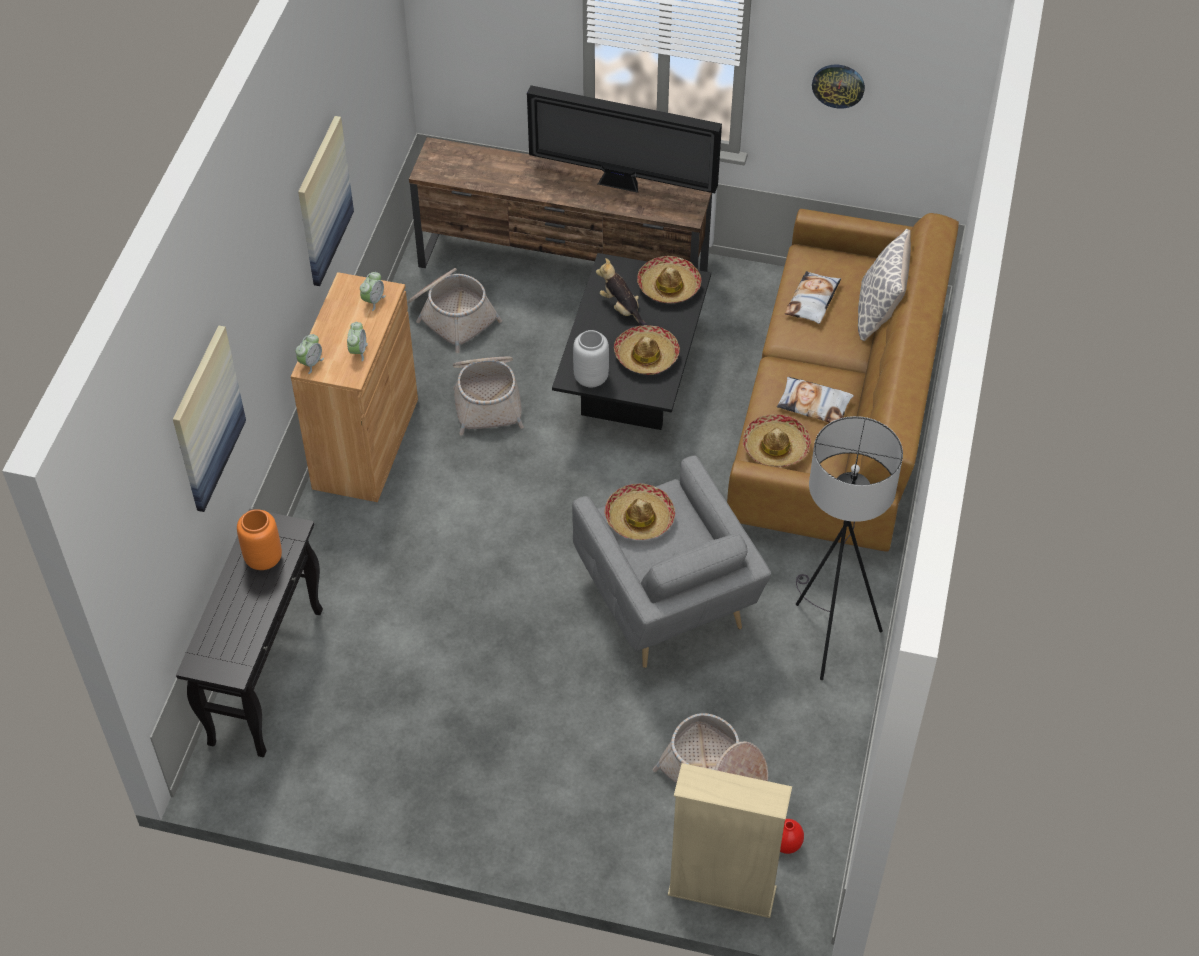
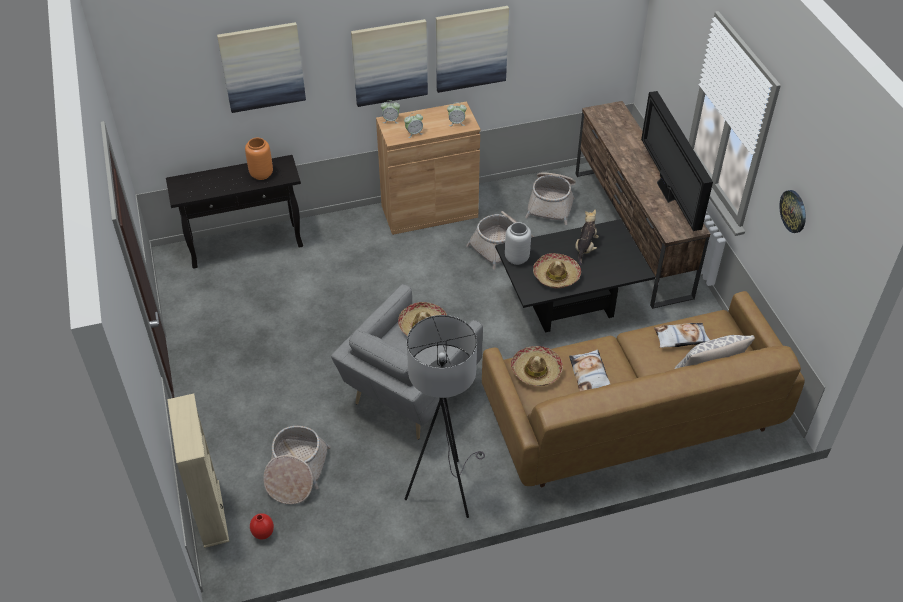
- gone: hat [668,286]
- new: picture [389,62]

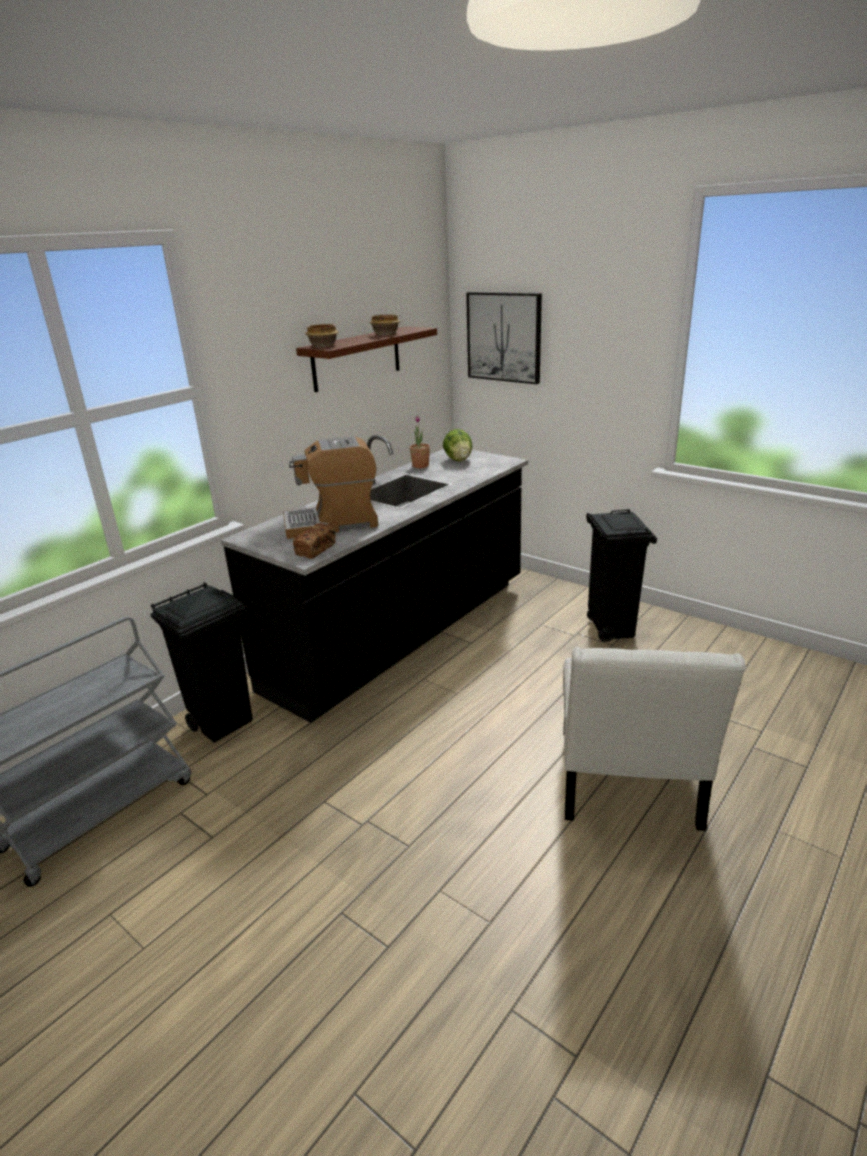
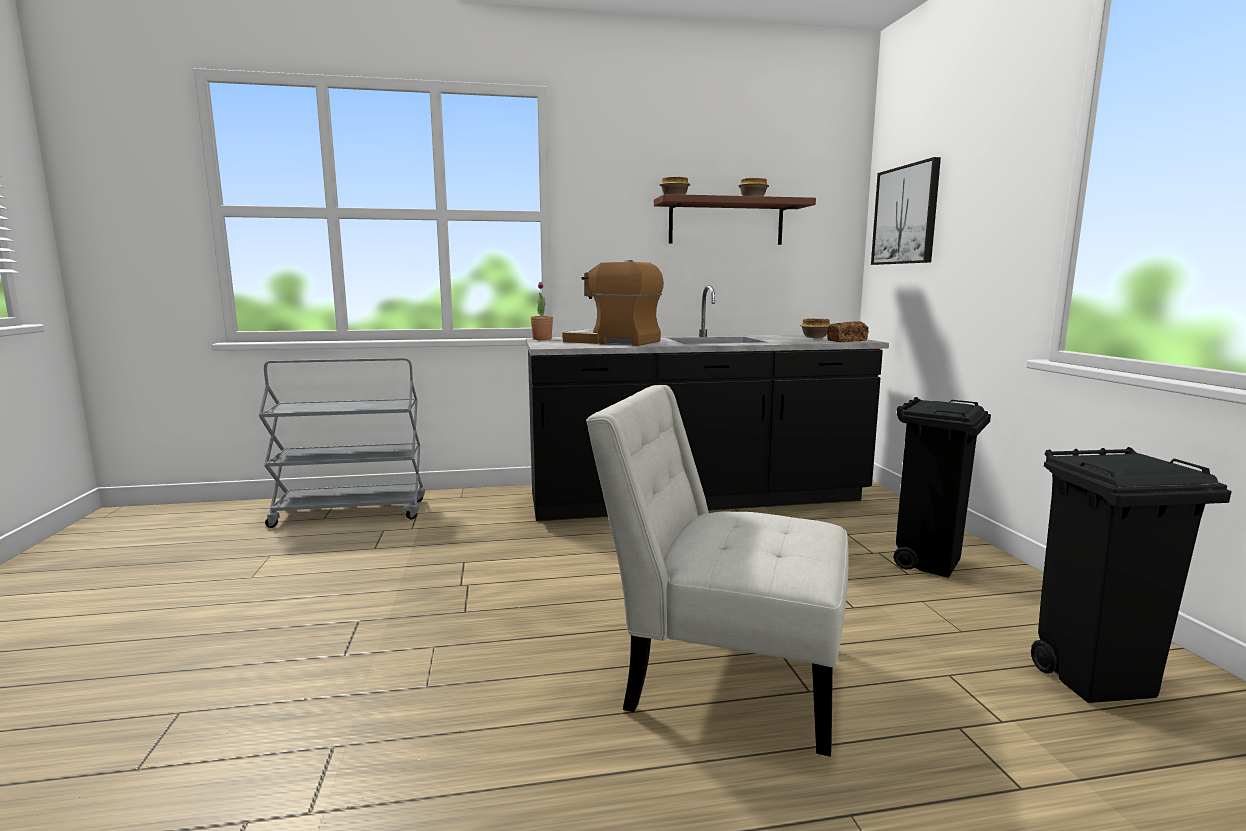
- shifted: trash can/black [223,723] to [1096,681]
- shifted: bread [316,550] to [847,341]
- shifted: potted plant [420,465] to [542,339]
- swapped: lettuce [458,460] to bowl [815,337]
- rotated: chair/white [627,785] = [723,674] 60 degrees clockwise

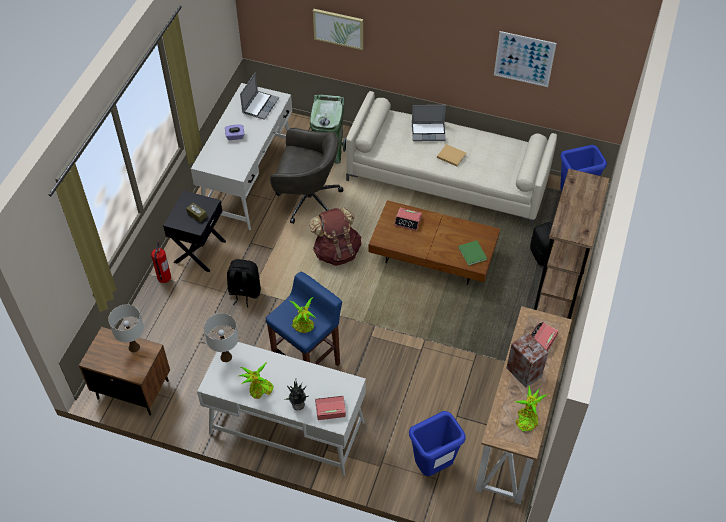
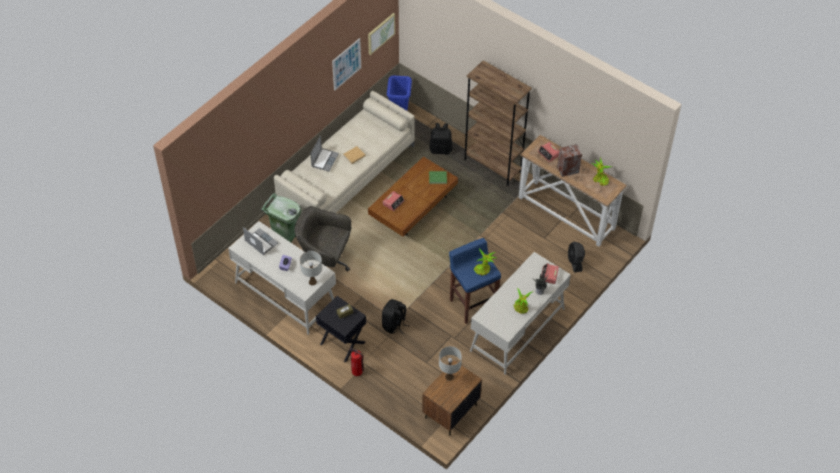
- shifted: table lamp/white [226,357] to [312,282]
- rotated: office chair/grey [307,200] = [324,263] 105 degrees counterclockwise
- gone: backpack/brown [336,252]
- shifted: picture [338,28] to [381,33]
- swapped: trash can/blue [432,466] to fan/black [575,262]

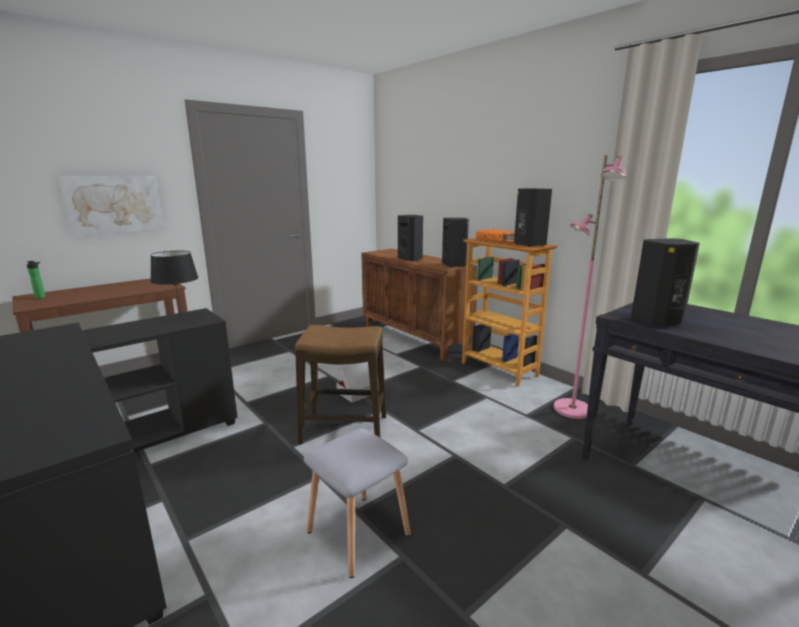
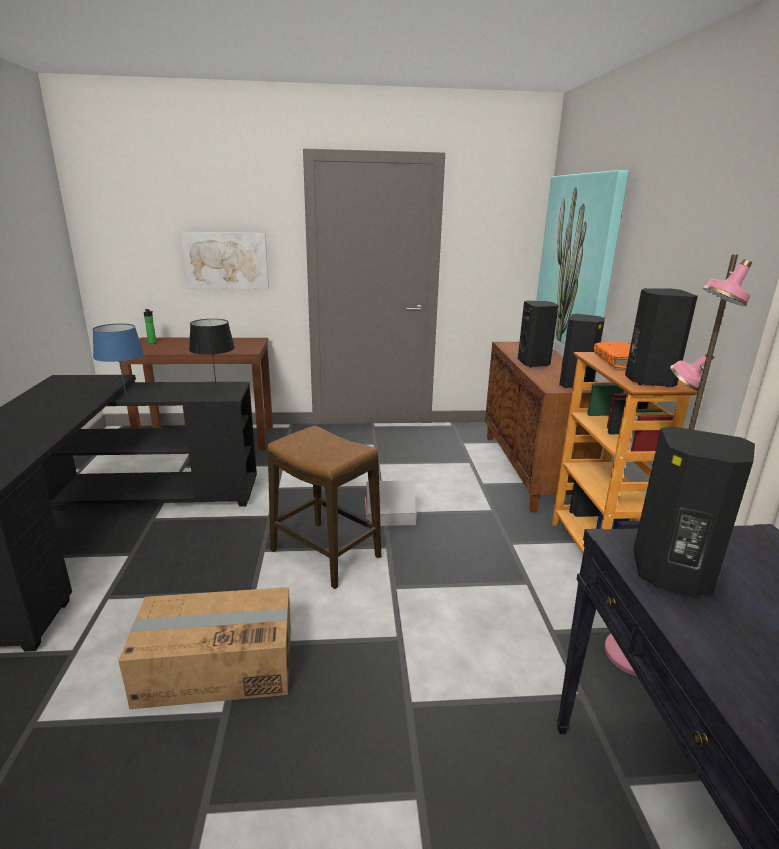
- swapped: stool/grey [356,532] to cardboard box [217,665]
- new: table lamp/blue [125,394]
- new: picture [577,261]

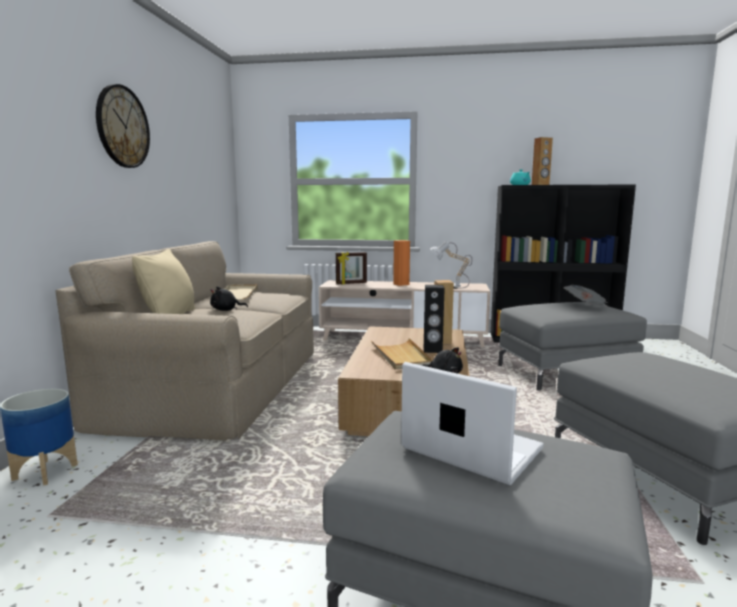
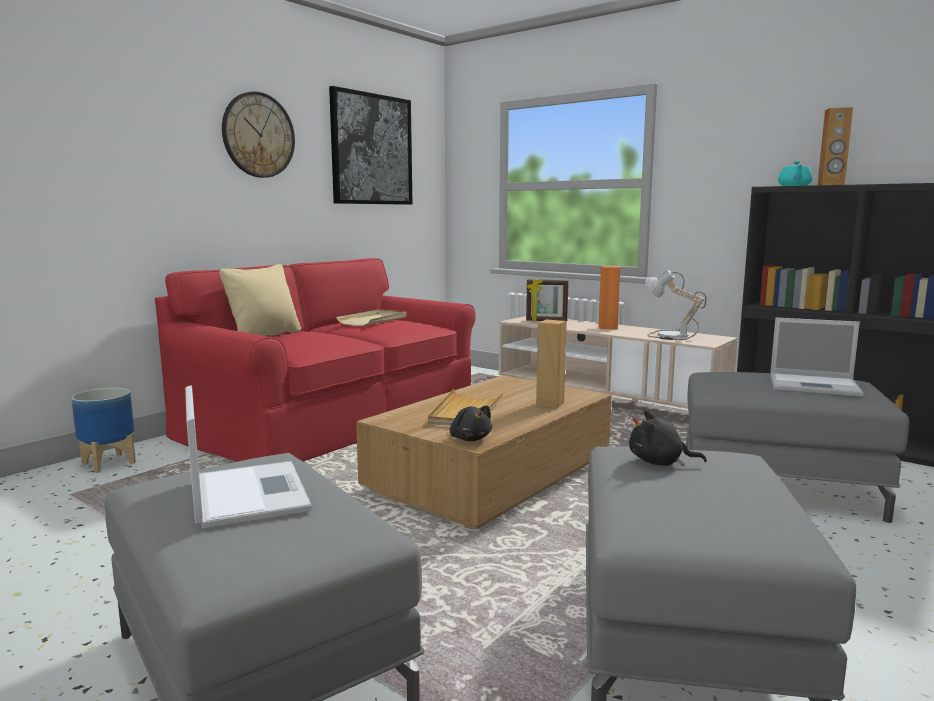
- repainted: sofa/beige [219,383] to sofa/red [333,418]
- shifted: plush toy/black [226,310] to [659,462]
- gone: speaker/black [432,350]
- swapped: newspaper [586,307] to laptop [816,385]
- new: picture [372,149]

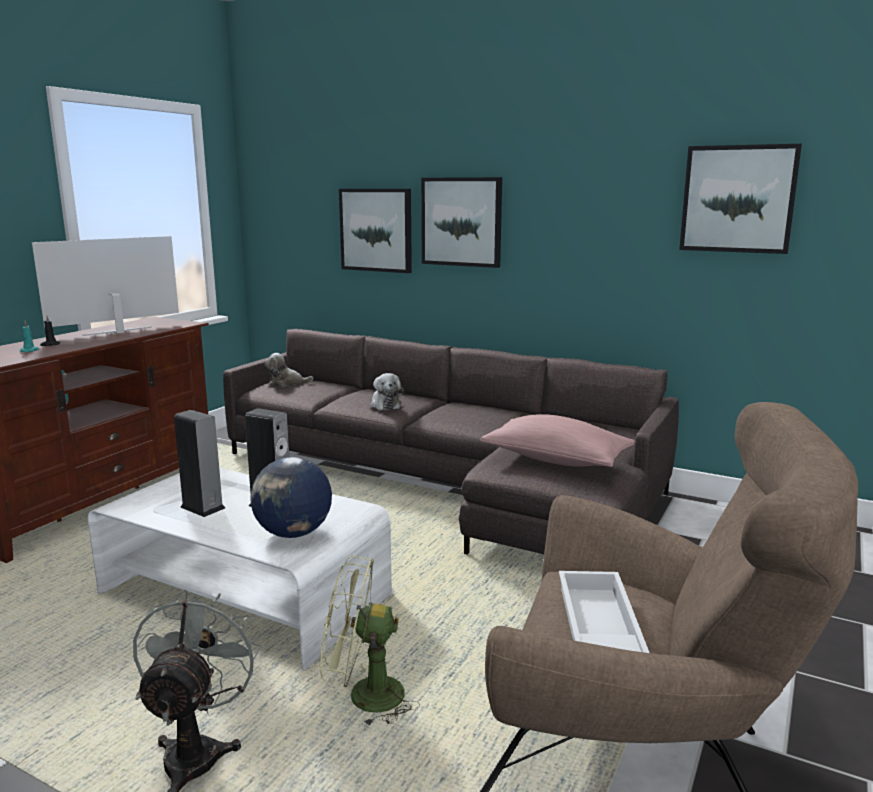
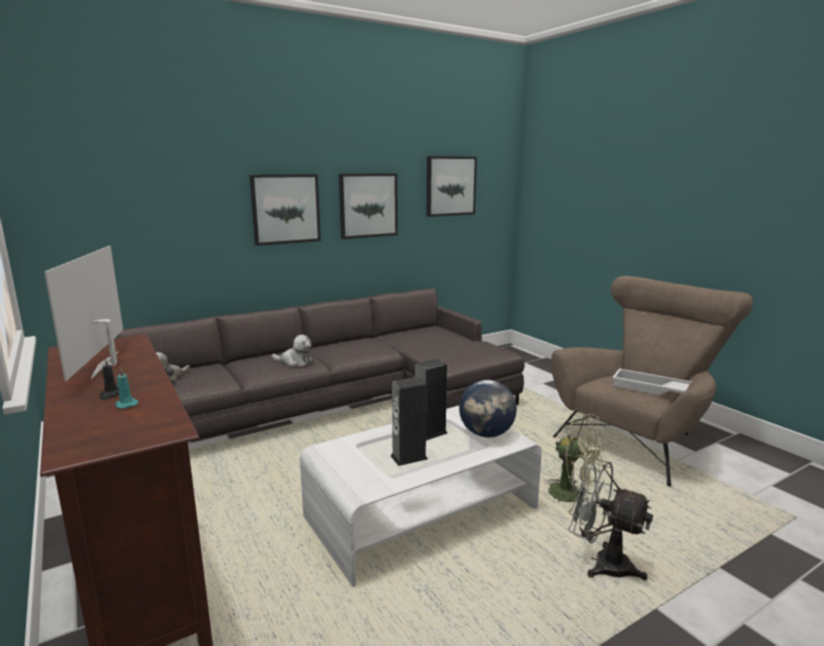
- rotated: fan/green [364,697] = [573,495] 90 degrees counterclockwise
- shifted: picture [376,230] to [368,205]
- gone: pillow/pink [556,460]

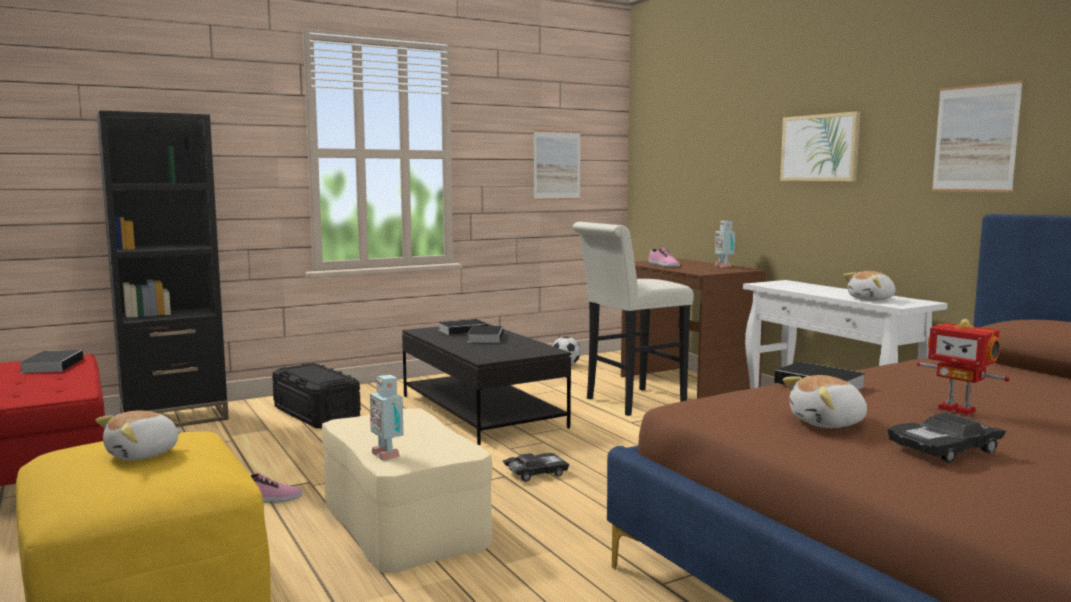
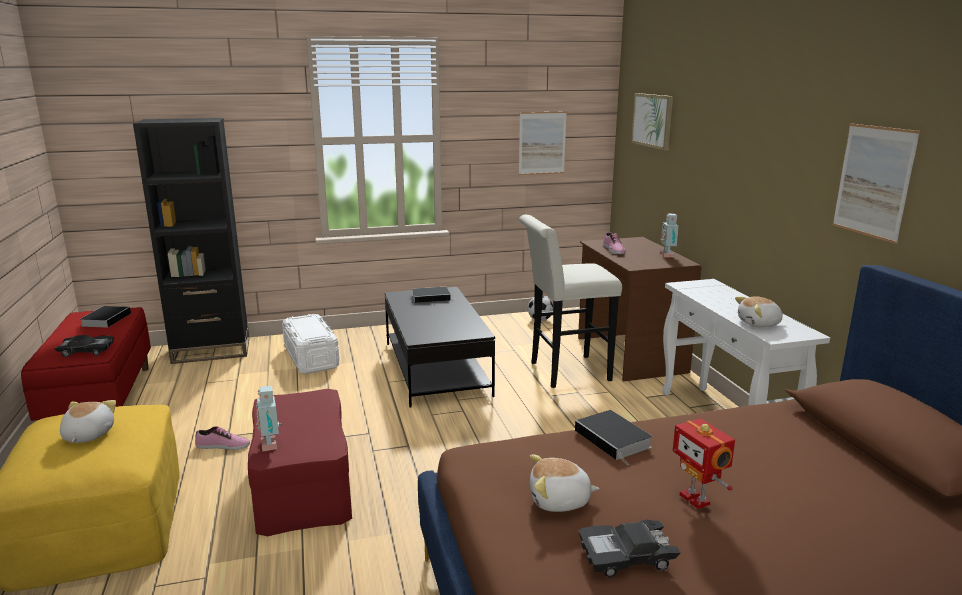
- rotated: plush toy [143,454] = [87,435] 120 degrees clockwise
- repainted: storage box/black [316,414] to storage box/white [311,357]
- repainted: ottoman/beige [404,523] to ottoman/red [303,485]
- gone: book [485,337]
- shifted: toy car/black [535,473] to [86,351]
- shifted: picture [819,148] to [652,120]

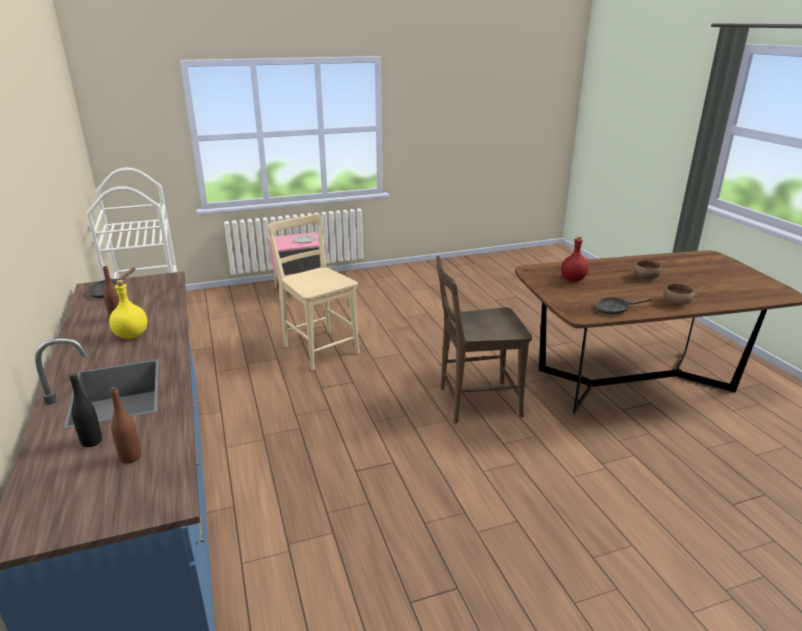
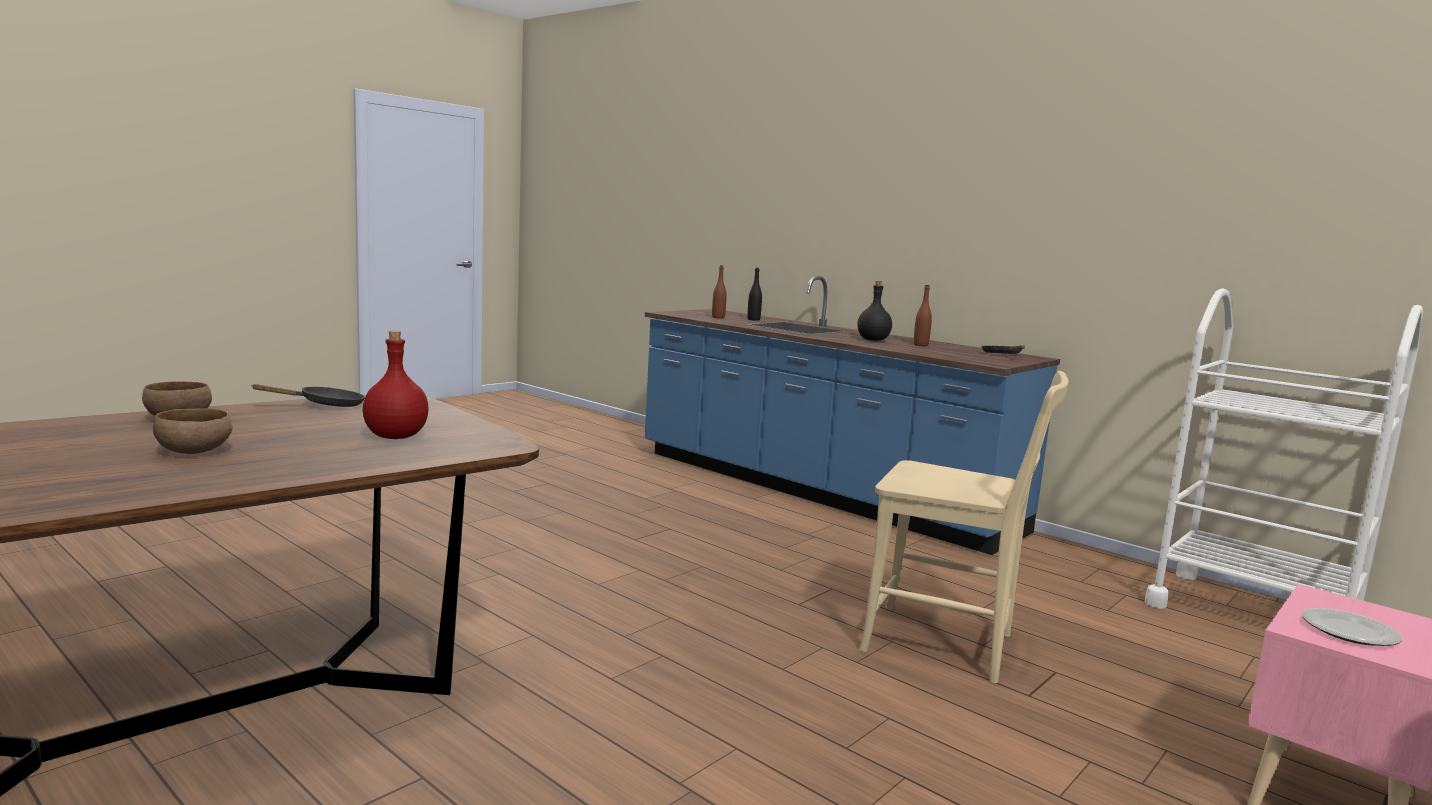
- repainted: bottle/yellow [132,335] to bottle/black [872,340]
- gone: chair/brown [475,402]

